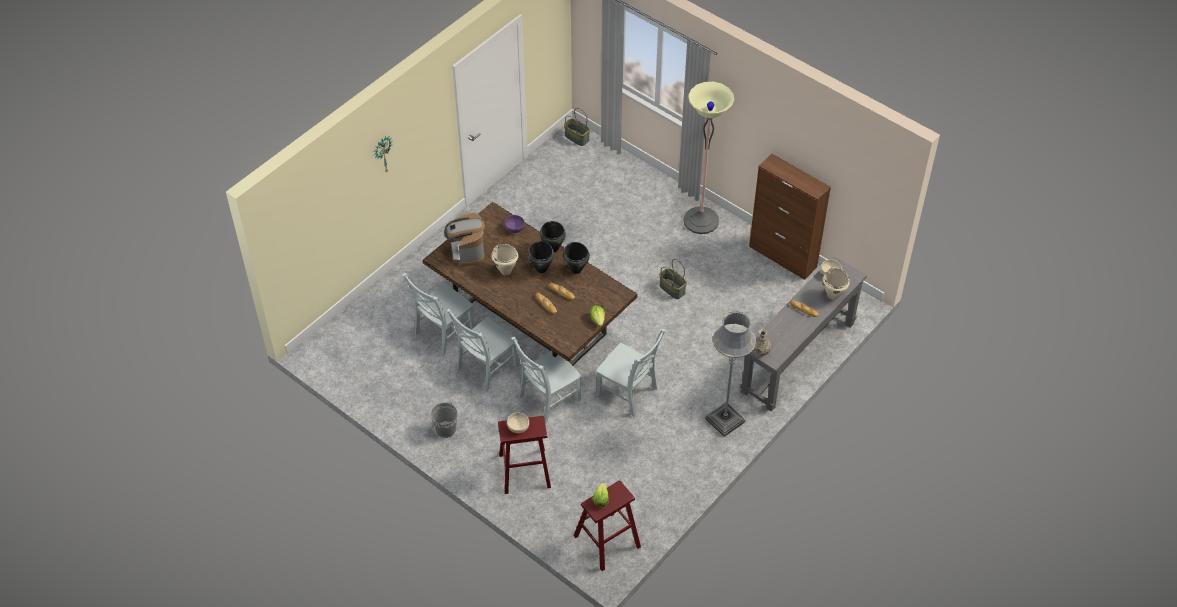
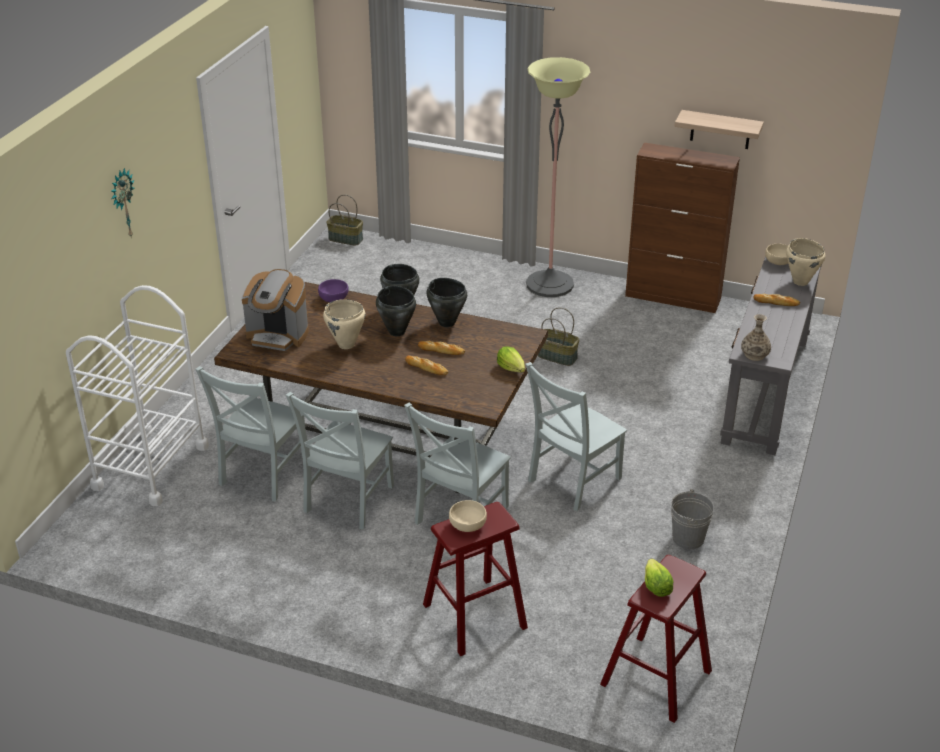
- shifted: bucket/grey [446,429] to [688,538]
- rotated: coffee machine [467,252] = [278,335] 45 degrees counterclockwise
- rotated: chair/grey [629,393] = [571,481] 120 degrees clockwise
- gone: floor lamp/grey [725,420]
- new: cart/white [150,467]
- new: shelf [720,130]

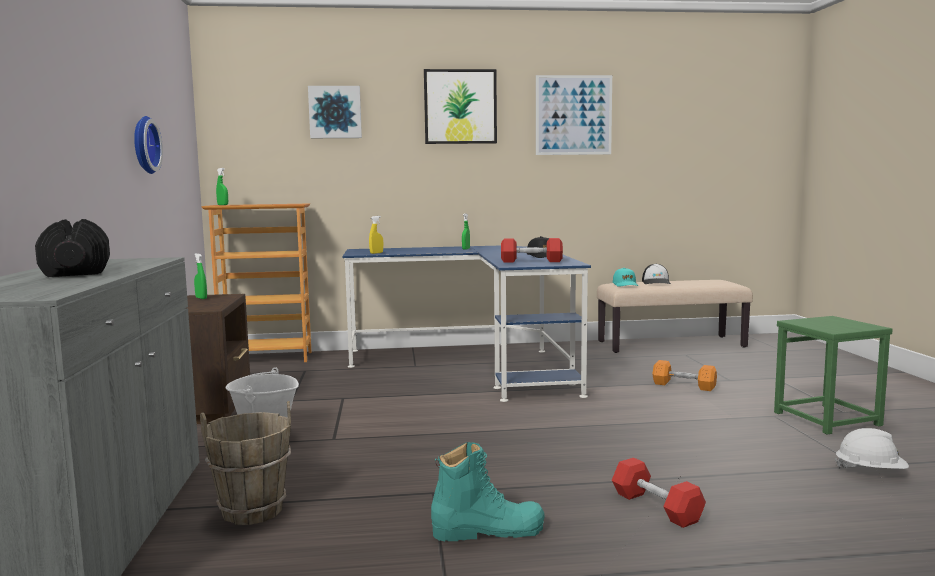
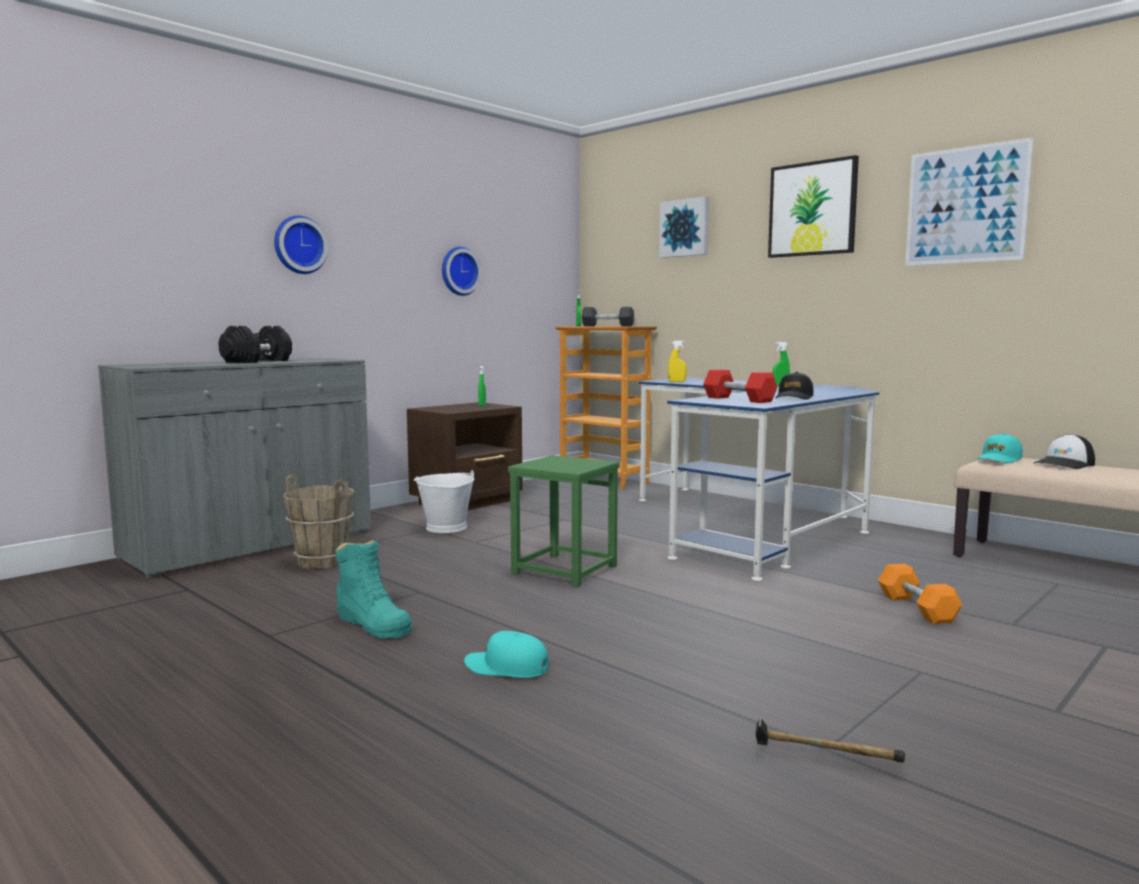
- swapped: dumbbell/red [656,507] to cap/turquoise [506,667]
- shifted: stool/green [827,419] to [564,570]
- swapped: hard hat/white [870,471] to hammer [821,759]
- new: wall clock [299,245]
- new: dumbbell/grey [607,326]

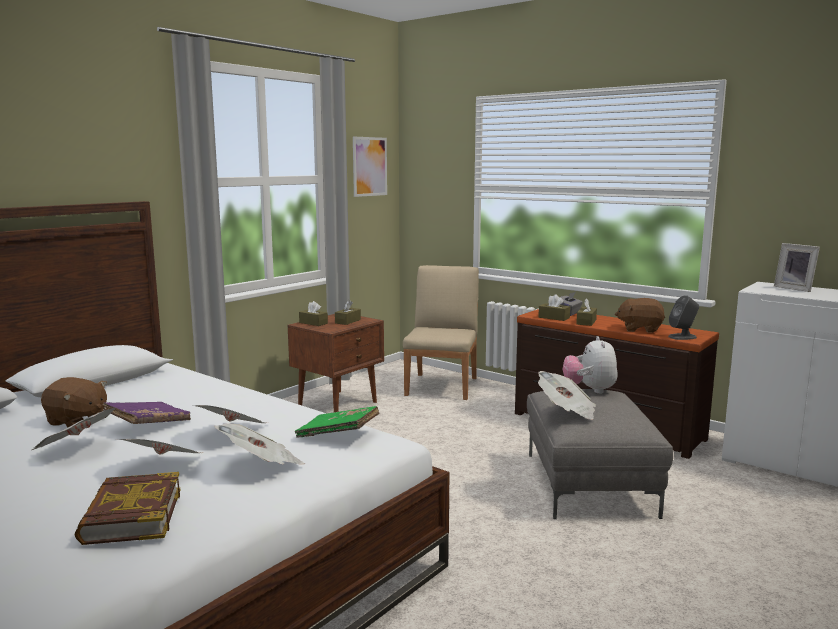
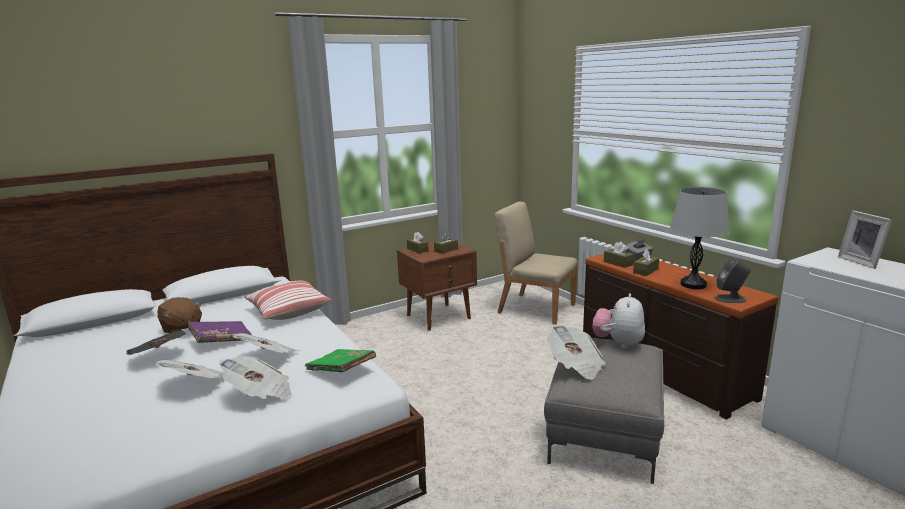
- gone: book [131,516]
- gone: picture [369,166]
- rotated: chair/beige [442,386] = [535,308] 90 degrees counterclockwise
- swapped: plush toy/brown [640,329] to table lamp/grey [693,284]
- new: pillow [288,311]

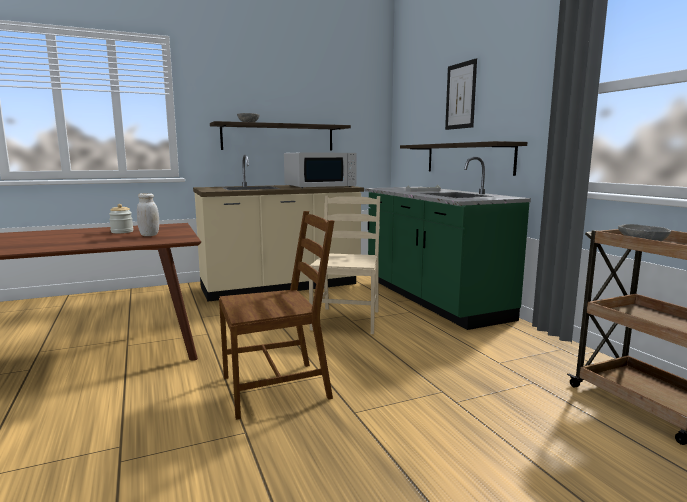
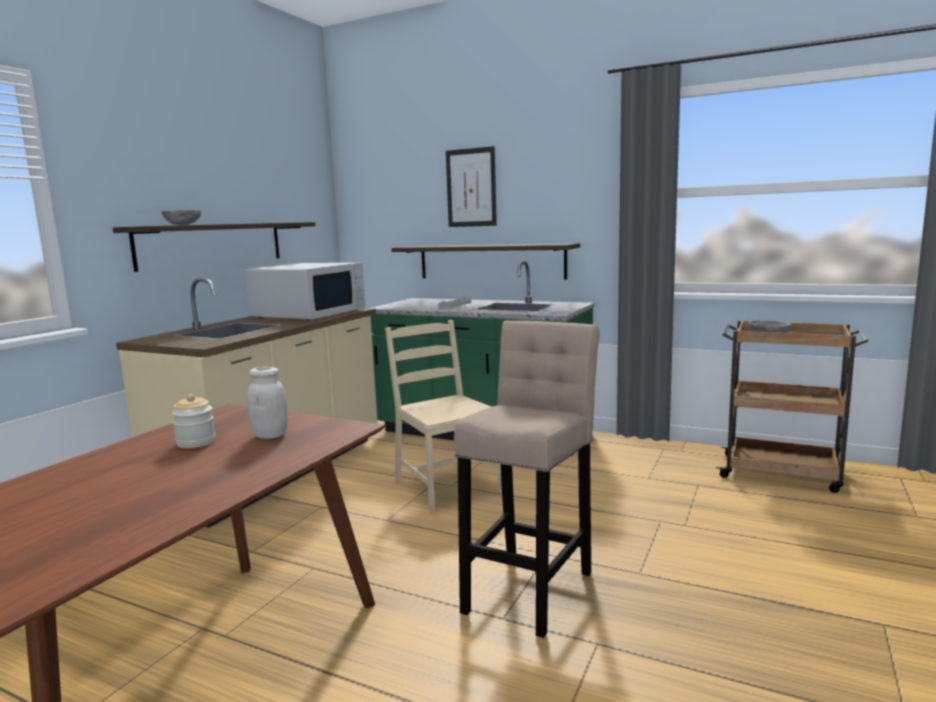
- swapped: chair/brown [277,387] to stool/beige [531,587]

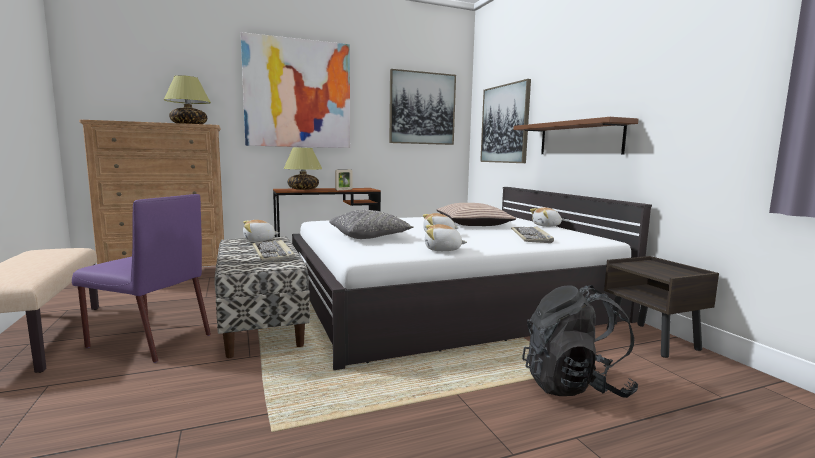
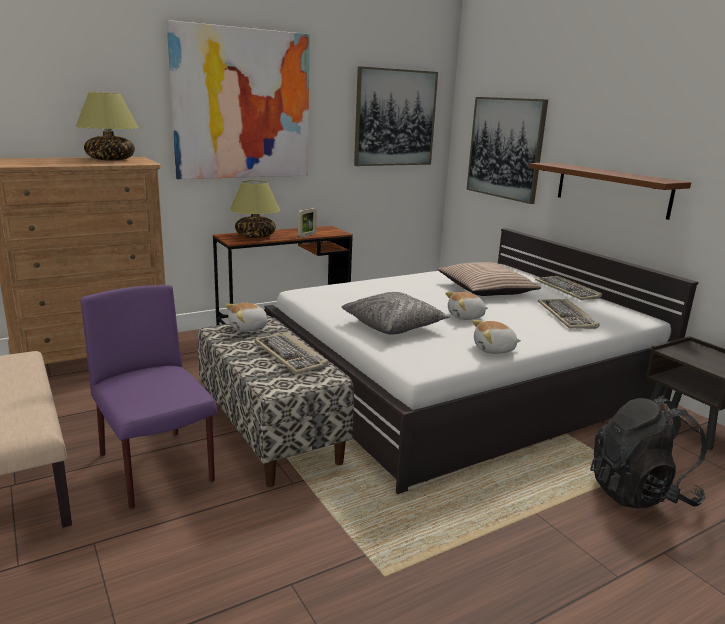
- rotated: chair/purple [148,341] = [157,469] 135 degrees counterclockwise
- swapped: plush toy [547,226] to keyboard [568,290]

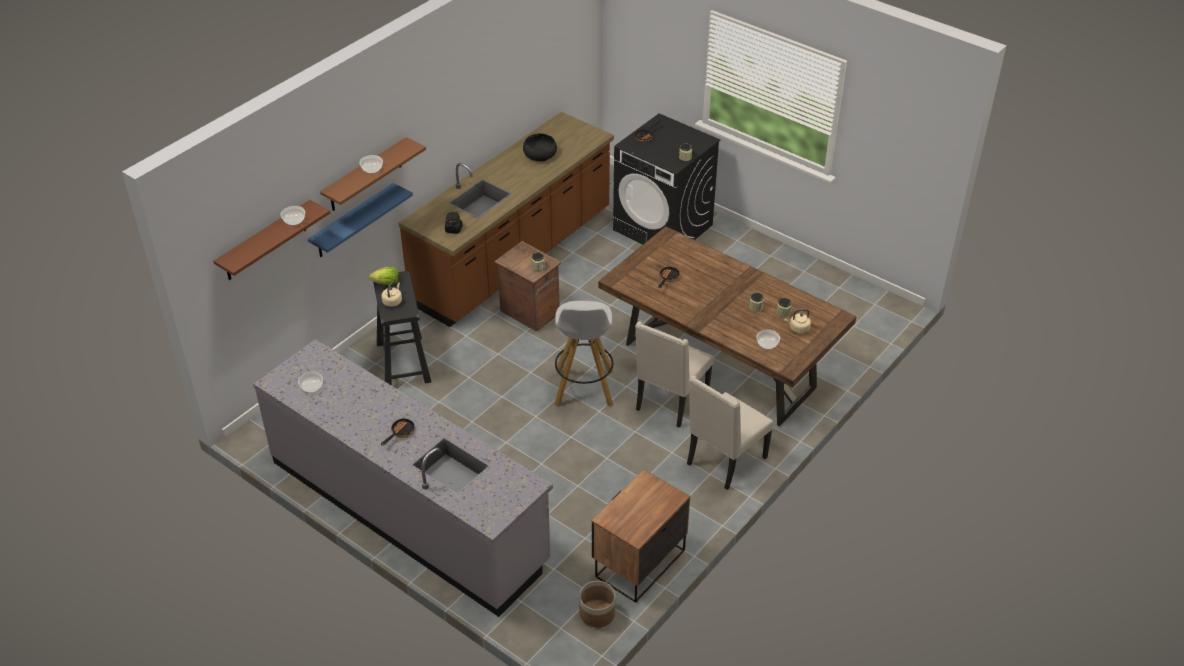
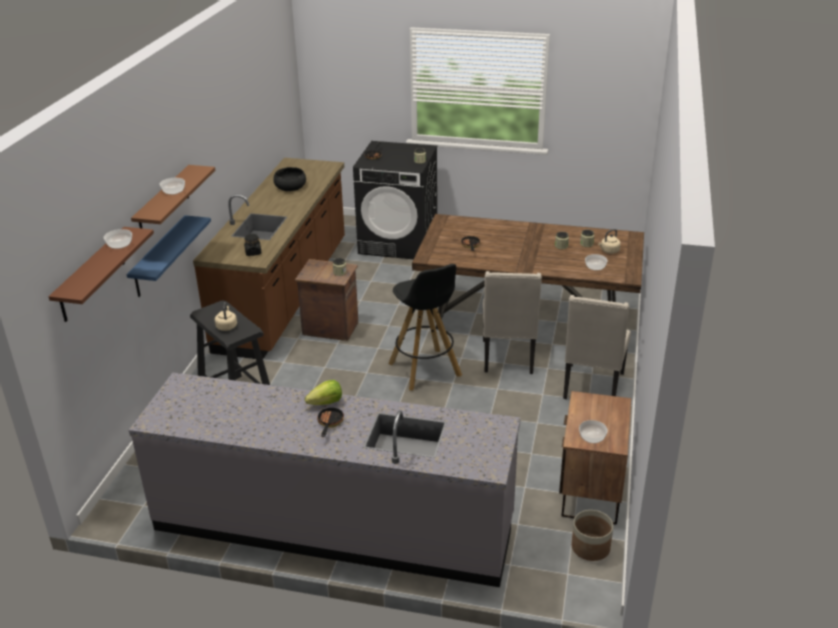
- shifted: bowl [312,387] to [592,437]
- shifted: lettuce [386,283] to [326,403]
- repainted: stool/white [584,389] to stool/black [425,370]

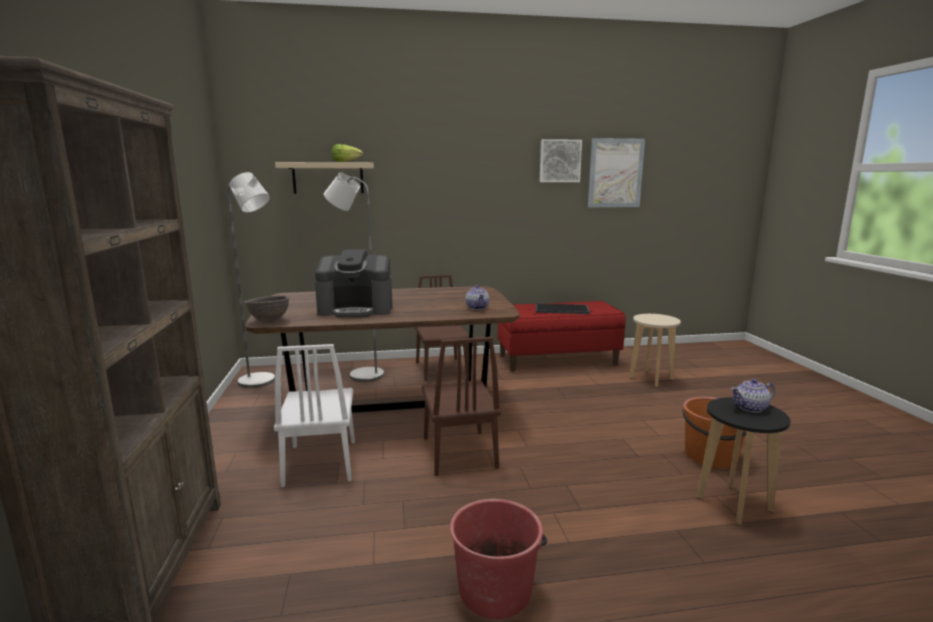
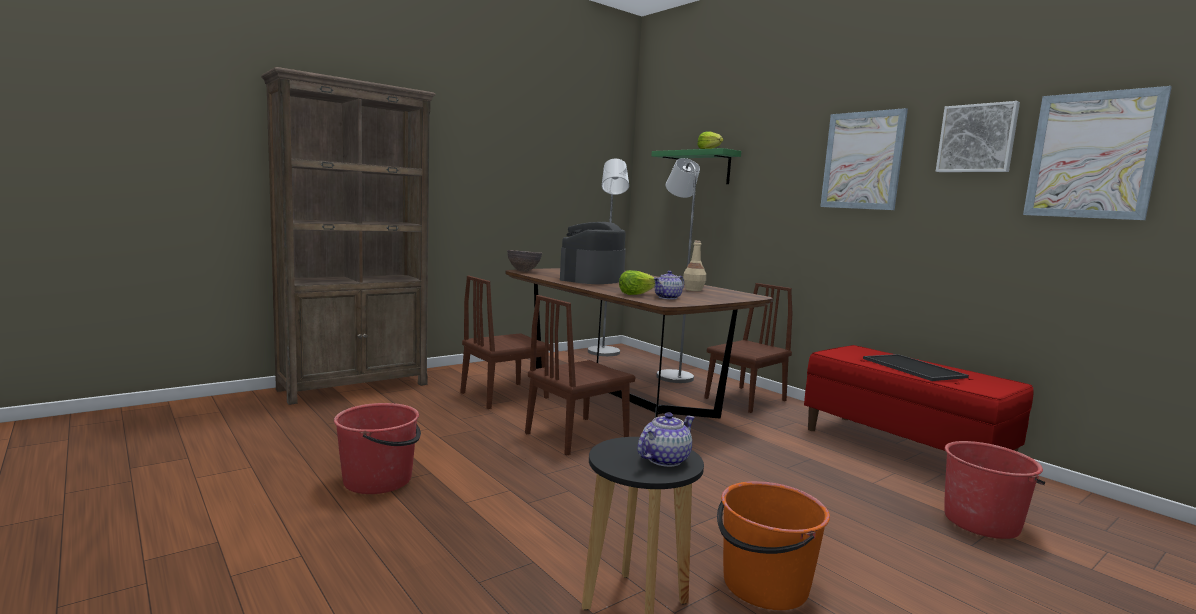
- repainted: chair/white [320,462] to chair/brown [504,395]
- repainted: shelf/beige [328,178] to shelf/green [702,168]
- rotated: coffee machine [356,309] = [592,279] 60 degrees clockwise
- swapped: stool/beige [651,378] to bucket/red [982,522]
- rotated: teapot [751,408] = [664,459] 90 degrees clockwise
- new: lettuce [636,294]
- new: bottle/beige [693,290]
- new: picture [862,160]

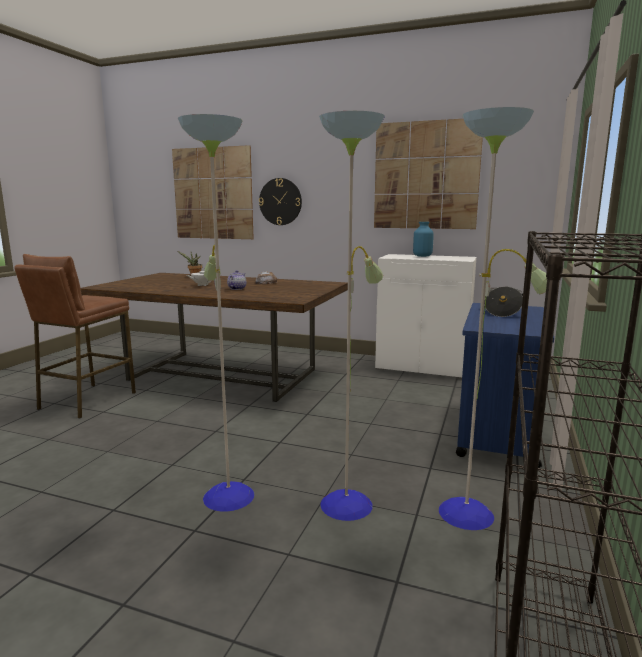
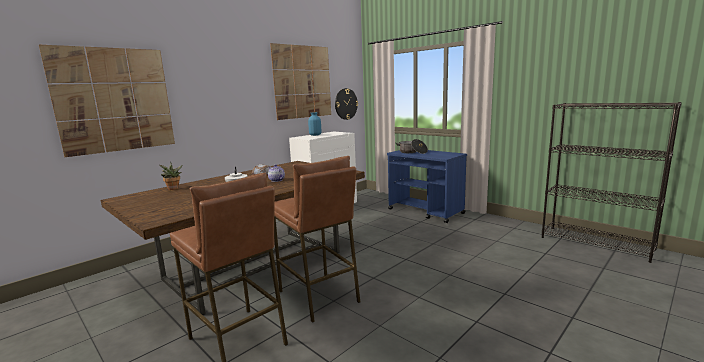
- gone: floor lamp [347,502]
- shifted: wall clock [280,201] to [346,104]
- new: stool/brown [318,296]

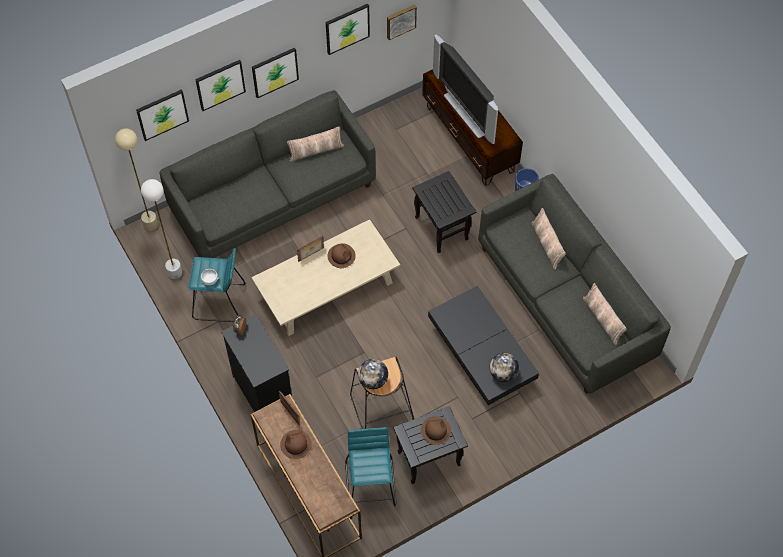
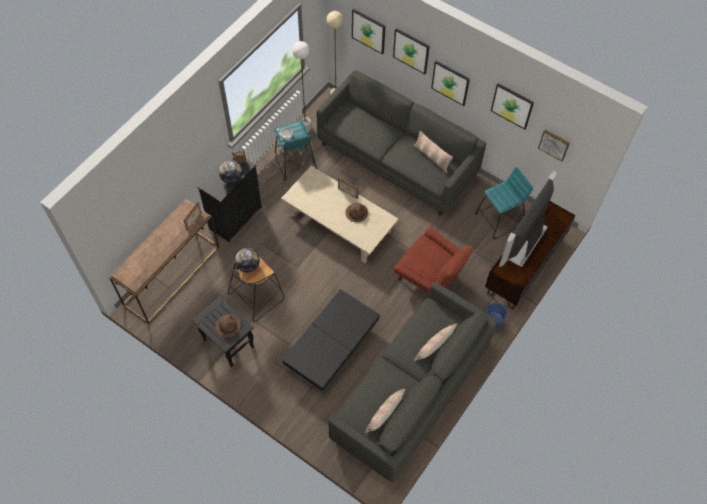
- gone: hat/brown [295,445]
- shifted: stool/turquoise [371,484] to [499,219]
- swapped: side table/black [442,229] to armchair/red [430,278]
- shifted: globe [503,373] to [232,179]

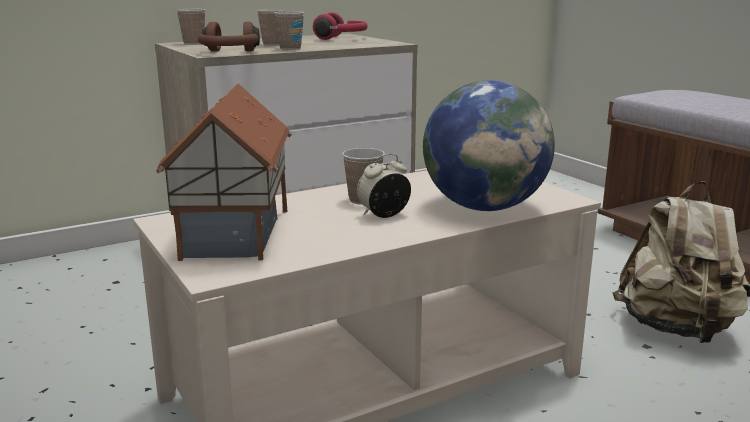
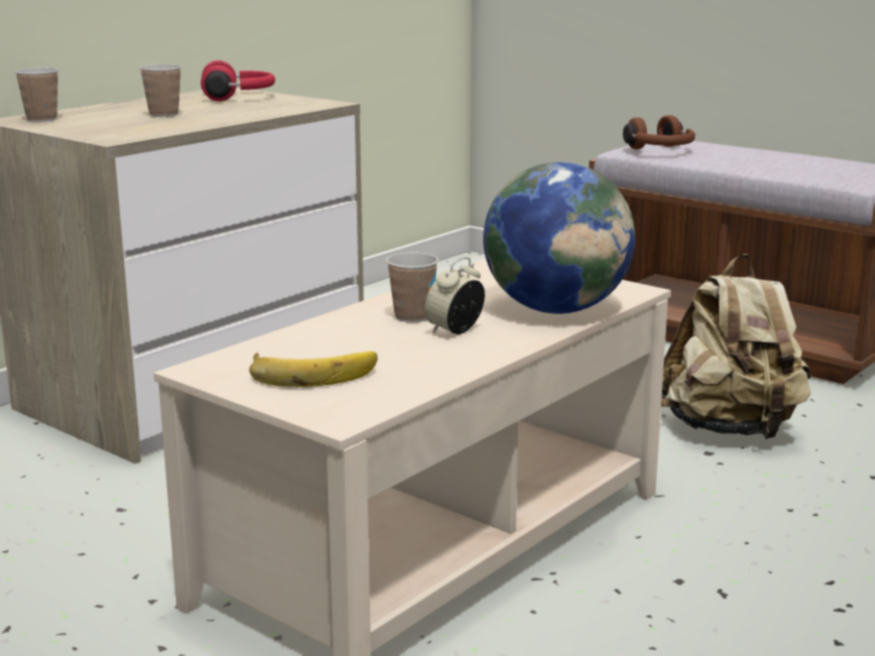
- swapped: toy house [239,233] to banana [312,372]
- shifted: headphones/brown [229,53] to [661,150]
- gone: cup [290,48]

